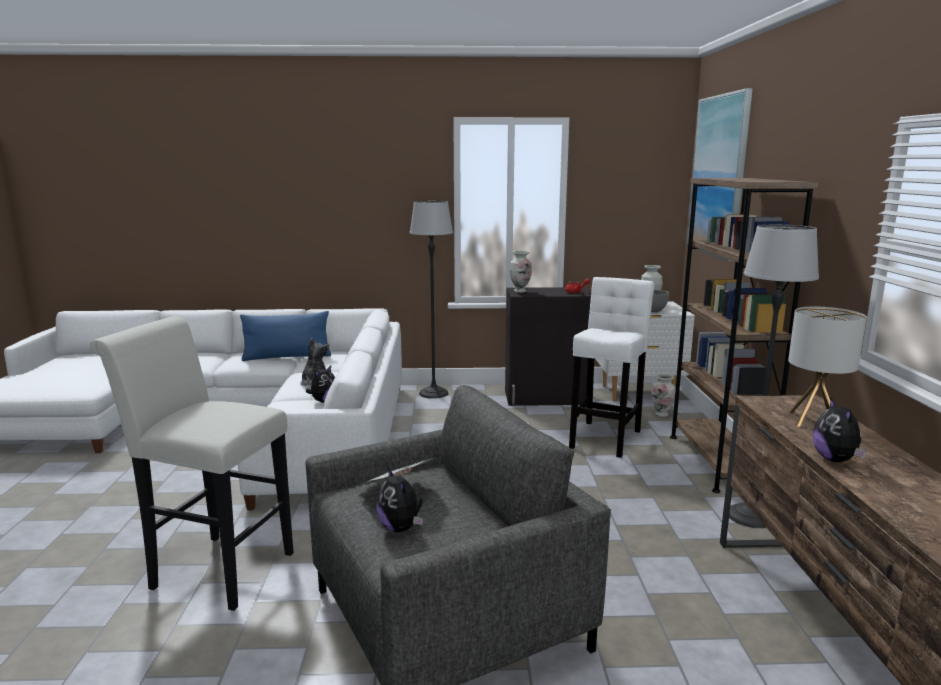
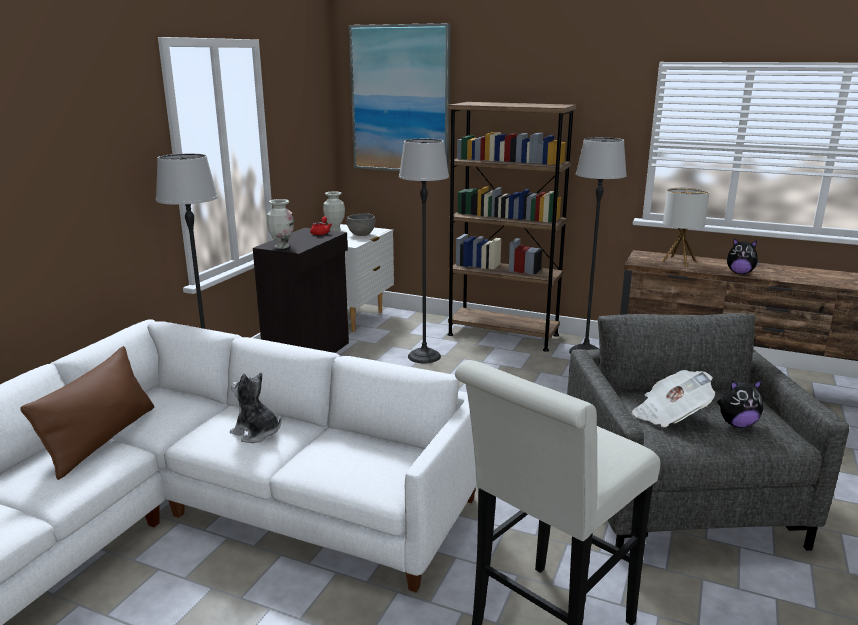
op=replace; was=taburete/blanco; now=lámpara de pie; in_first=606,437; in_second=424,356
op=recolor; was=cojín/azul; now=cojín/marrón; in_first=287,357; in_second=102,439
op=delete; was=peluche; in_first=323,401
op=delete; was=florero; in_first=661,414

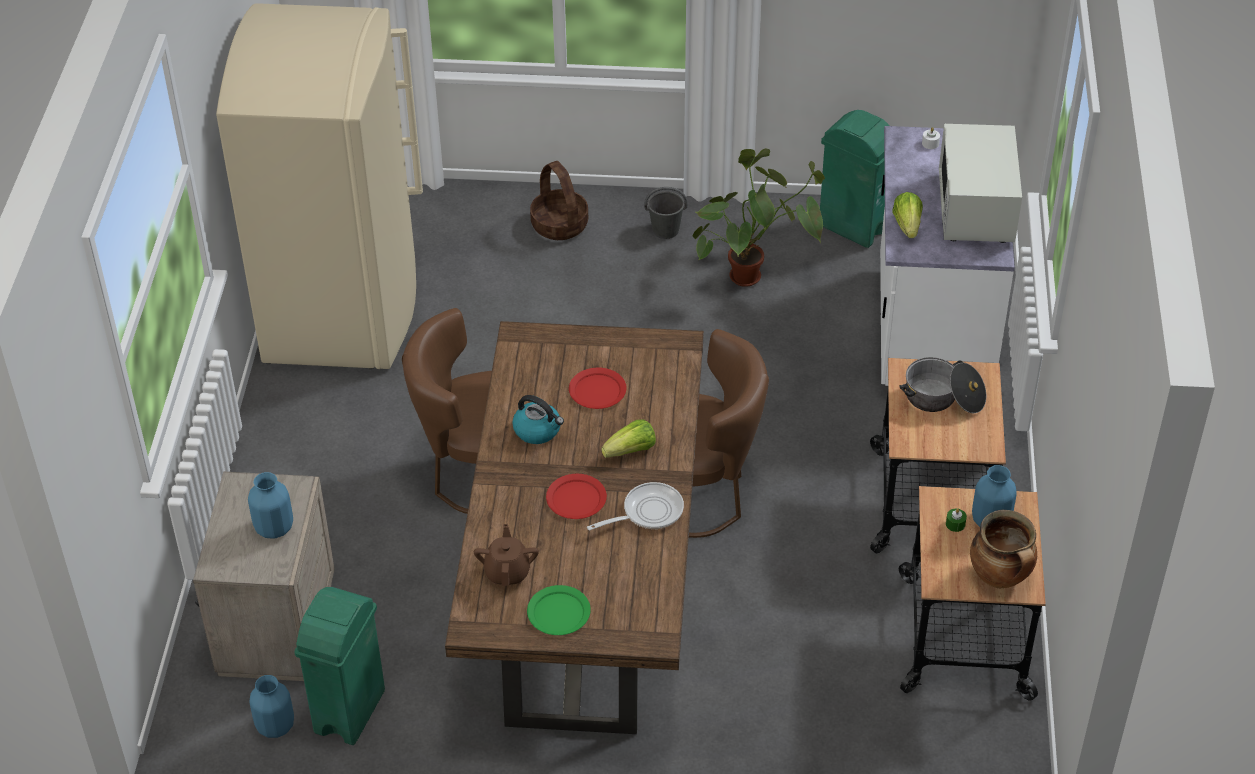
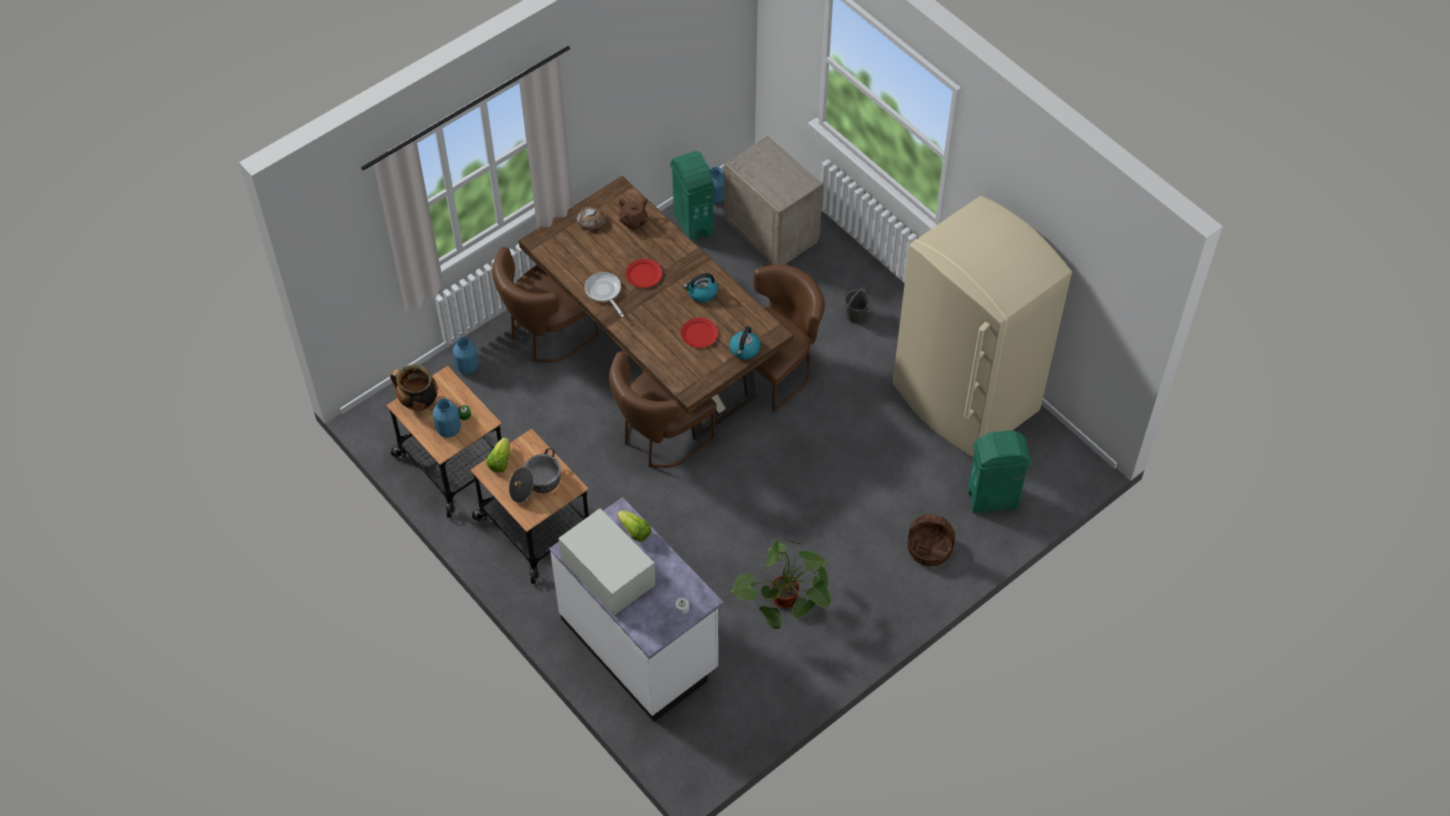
op=move; was=papelera/verde; in_first=852,227; in_second=993,499
op=move; was=cubo/gris; in_first=665,230; in_second=856,315
op=move; was=lechuga; in_first=631,451; in_second=500,461
op=move; was=florero/azul; in_first=273,528; in_second=467,366
op=rotate; was=sartén; in_first=648,512; in_second=604,292; clockwise=135
op=replace; was=plato/verde; now=pan; in_first=558,613; in_second=591,221
op=insert; now=silla/marrón; in_second=547,334
op=insert; now=hervidor; in_second=745,350

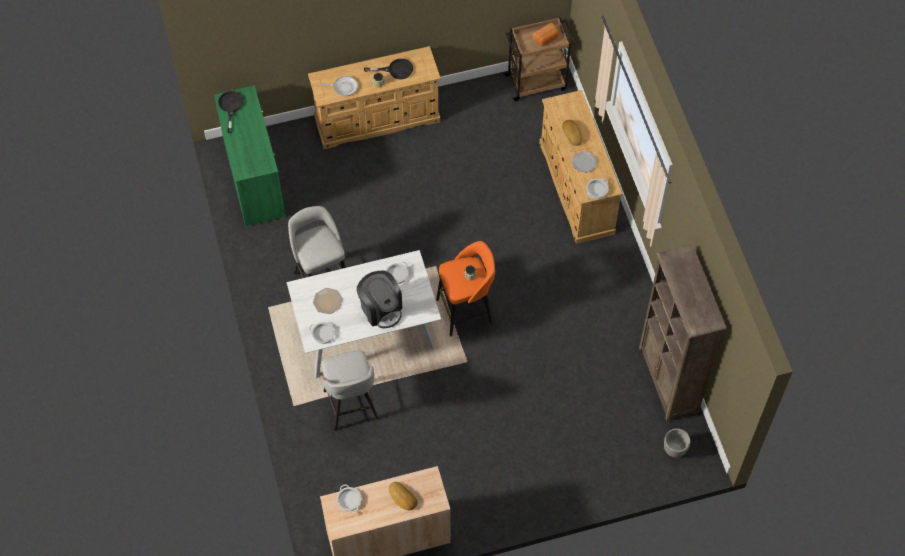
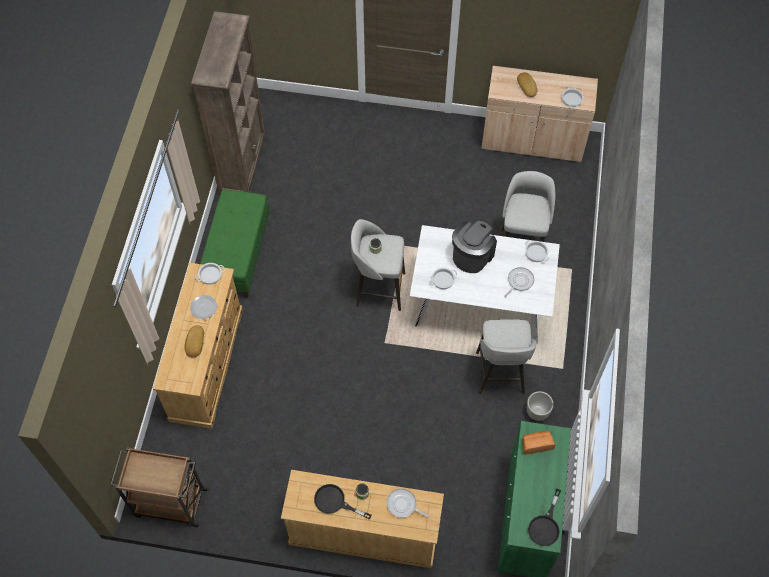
op=move; was=pan; in_first=546,39; in_second=536,444
op=recolor; was=taburete/naranja; now=taburete/gris; in_first=466,311; in_second=378,289
op=rotate; was=cafetera; in_first=381,308; in_second=472,255; clockwise=45
op=replace; was=plato; now=sartén; in_first=328,301; in_second=519,281
op=move; was=maceta/gris; in_first=674,449; in_second=537,412
op=insert; now=banco/verde; in_second=238,255

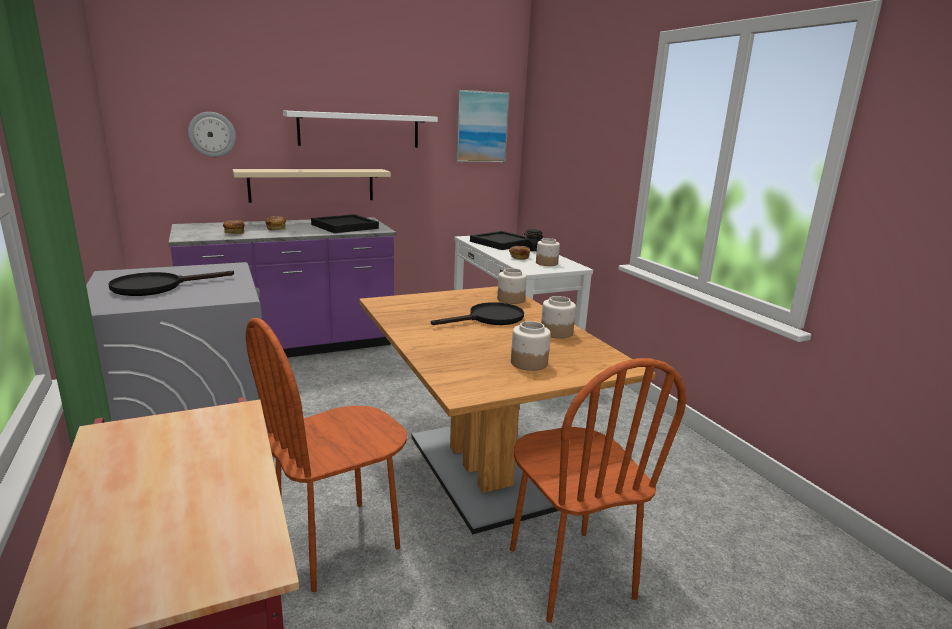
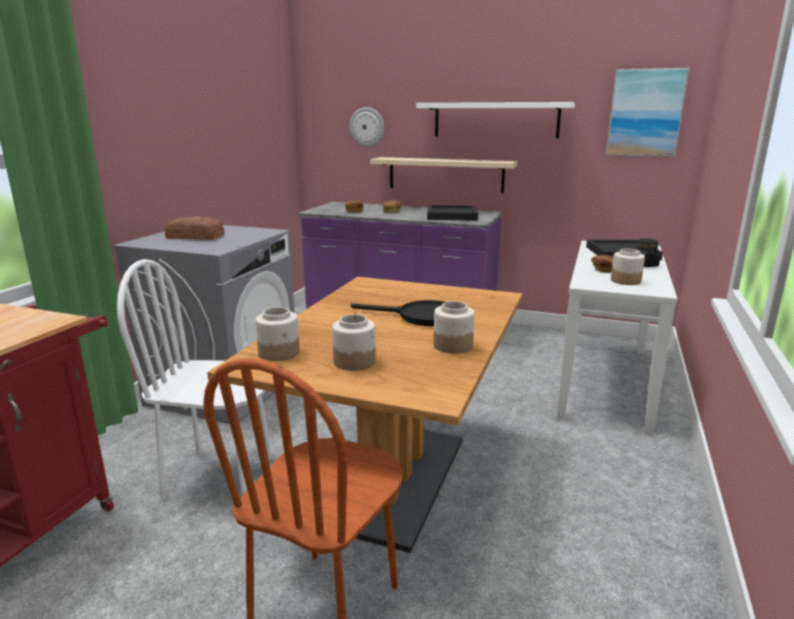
op=move; was=tarro; in_first=511,299; in_second=279,353
op=replace; was=sartén/negro; now=pan; in_first=157,287; in_second=195,236
op=recolor; was=silla/marrón; now=silla/blanco; in_first=338,542; in_second=219,476

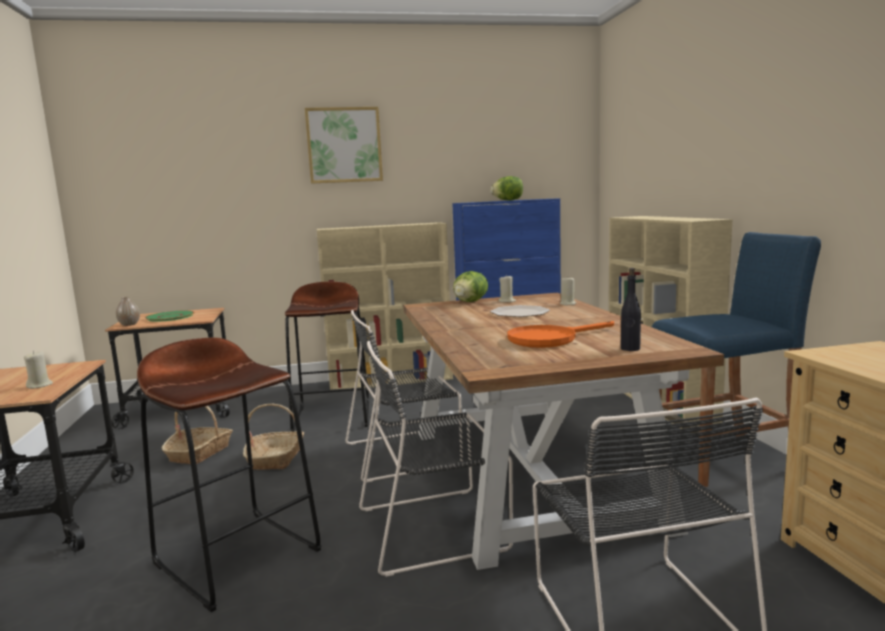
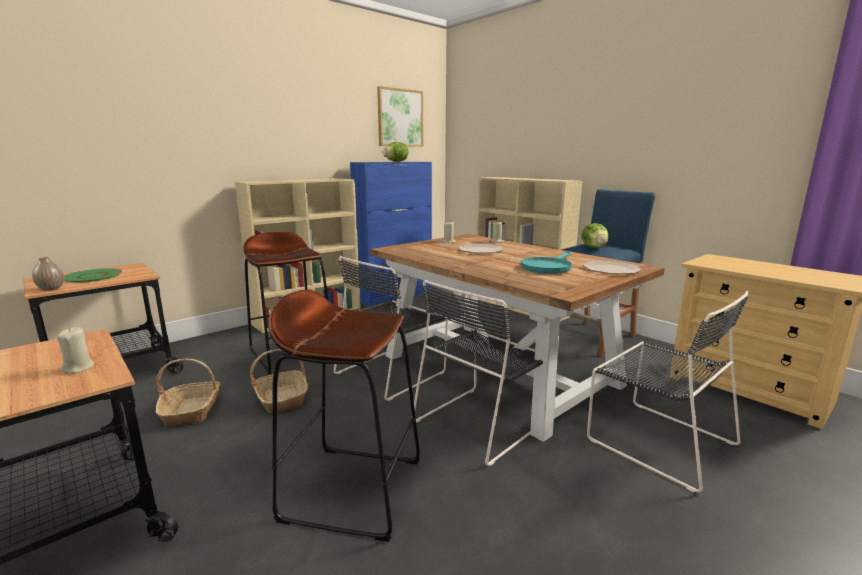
op=move; was=cuadro; in_first=344,145; in_second=400,118
op=replace; was=botella/negro; now=plato; in_first=630,349; in_second=611,269
op=move; was=lechuga; in_first=470,302; in_second=594,248
op=recolor; was=sartén/naranja; now=sartén/turquesa; in_first=550,339; in_second=548,267

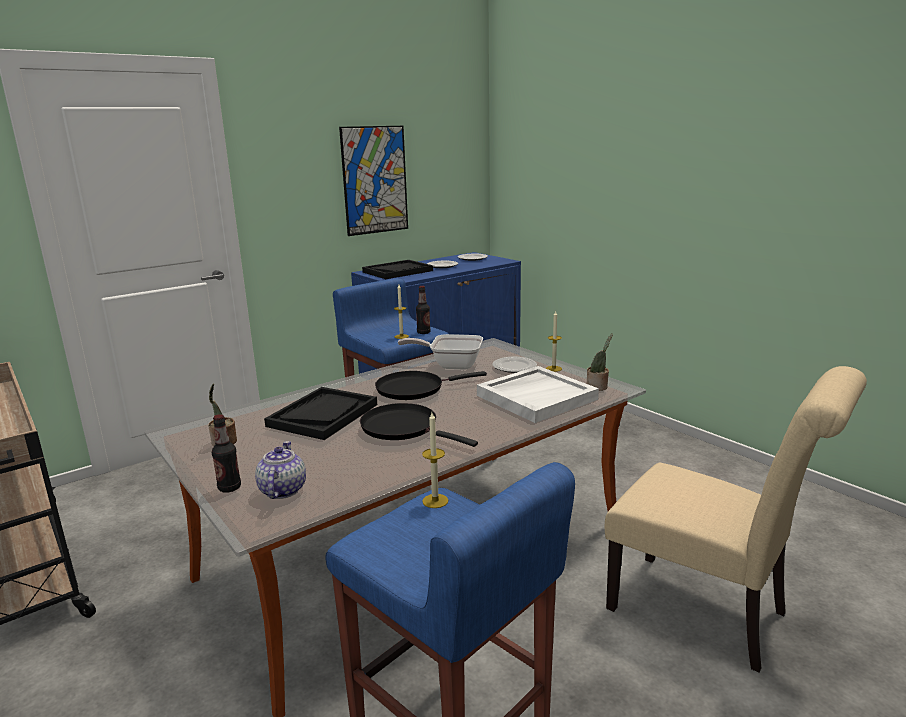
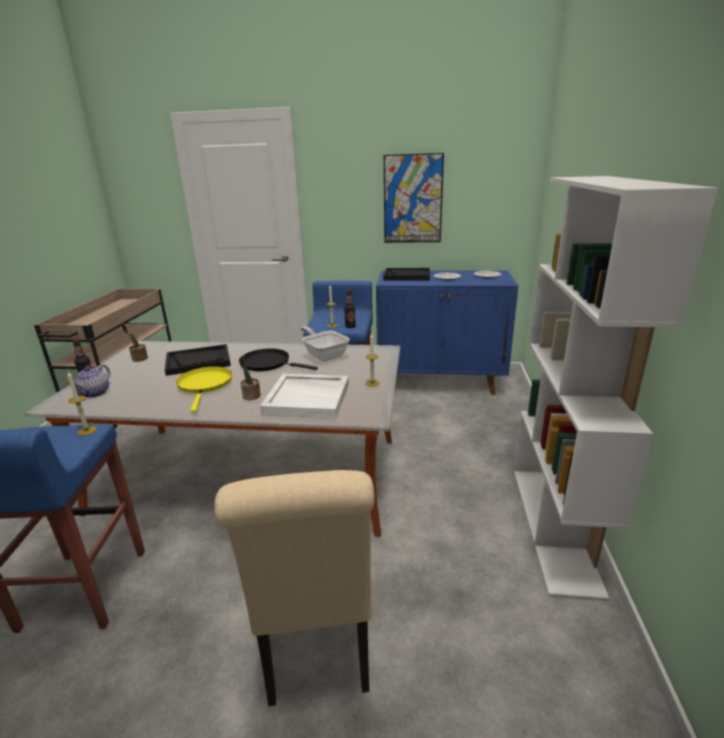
op=move; was=planta en maceta; in_first=598,387; in_second=251,396
op=delete; was=plato; in_first=514,367
op=recolor; was=sartén/negro; now=sartén/amarillo; in_first=404,428; in_second=205,385
op=rotate; was=tetera; in_first=282,490; in_second=95,393; clockwise=150
op=insert; now=estantería/blanco; in_second=554,525

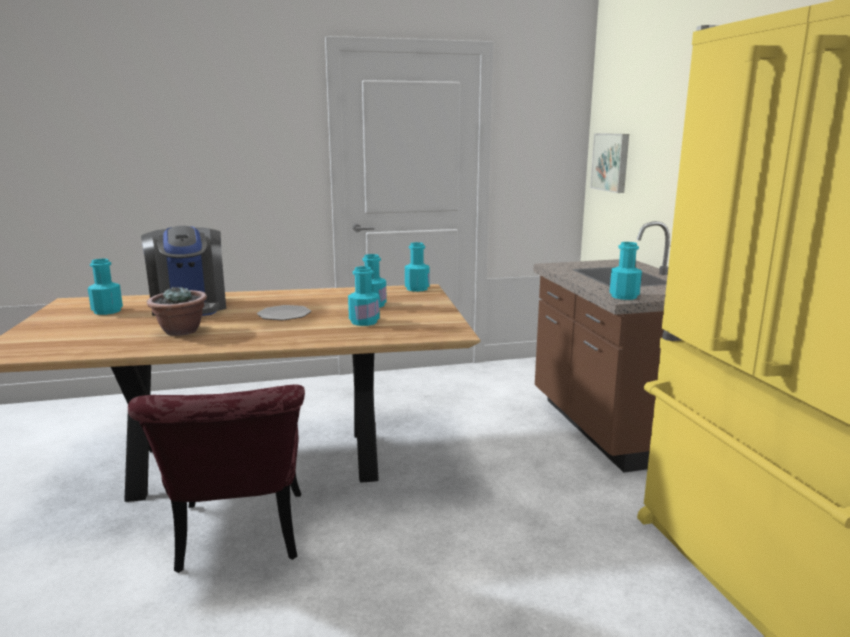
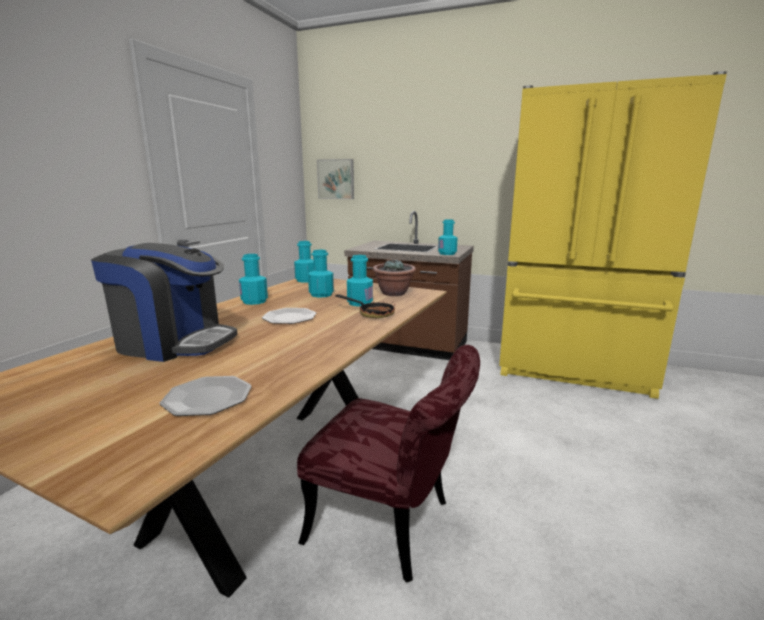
op=move; was=botella/turquesa; in_first=107,311; in_second=254,301
op=move; was=planta en maceta; in_first=180,331; in_second=394,293
op=insert; now=sartén; in_second=371,313
op=insert; now=plato; in_second=207,398

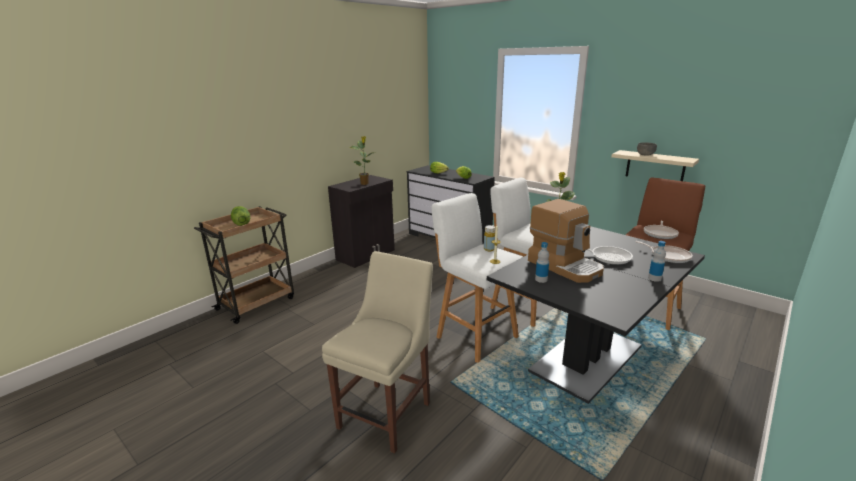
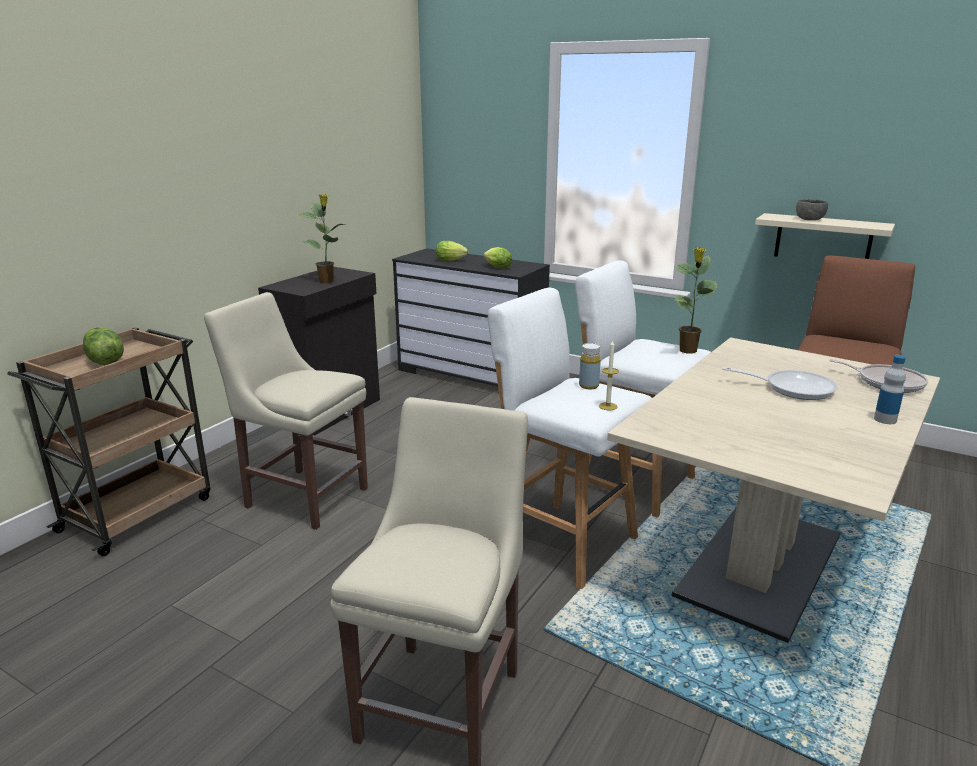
op=delete; was=cafetera; in_first=565,266
op=delete; was=sartén; in_first=660,234
op=recolor; was=mesa de comedor/negro; now=mesa de comedor/beis; in_first=586,359; in_second=760,566
op=delete; was=botella; in_first=541,279
op=insert; now=silla/beis; in_second=302,496

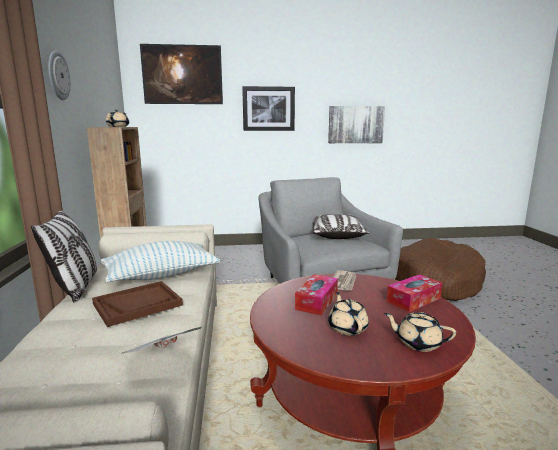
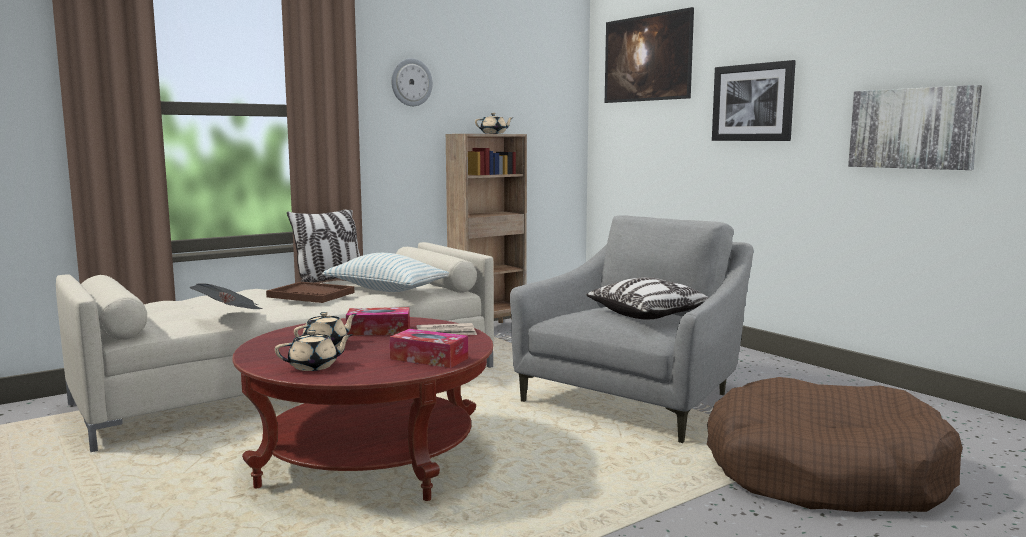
op=rotate; was=tetera/beis; in_first=417,343; in_second=314,366; clockwise=75

